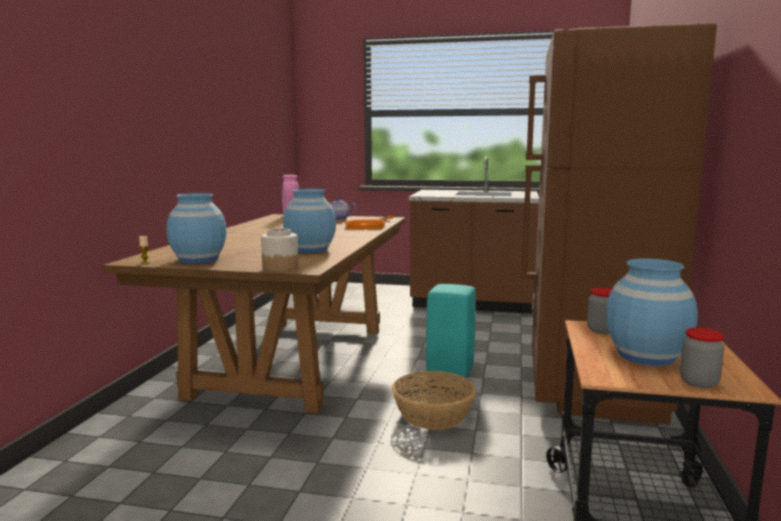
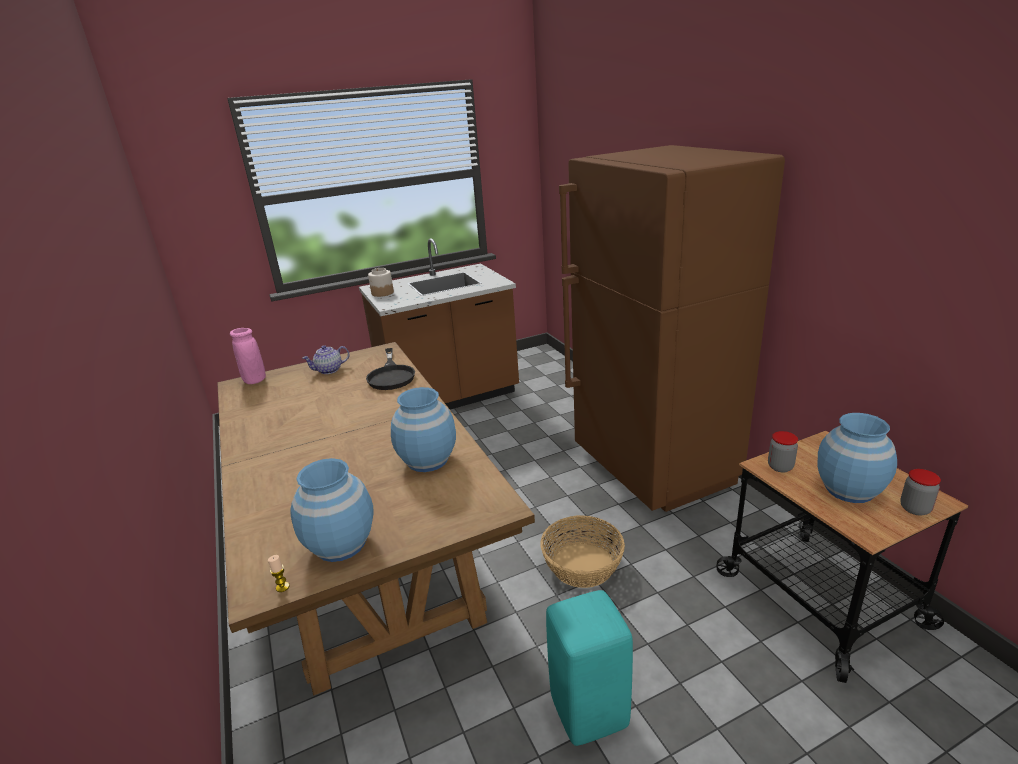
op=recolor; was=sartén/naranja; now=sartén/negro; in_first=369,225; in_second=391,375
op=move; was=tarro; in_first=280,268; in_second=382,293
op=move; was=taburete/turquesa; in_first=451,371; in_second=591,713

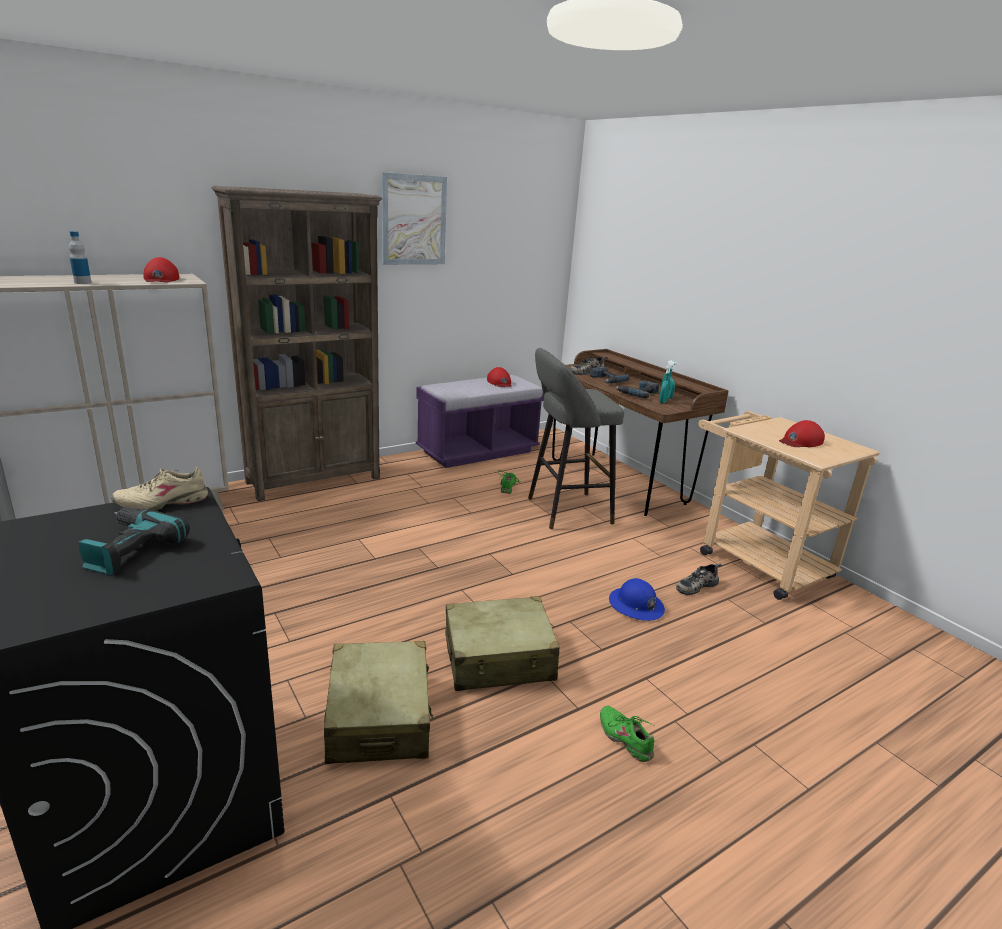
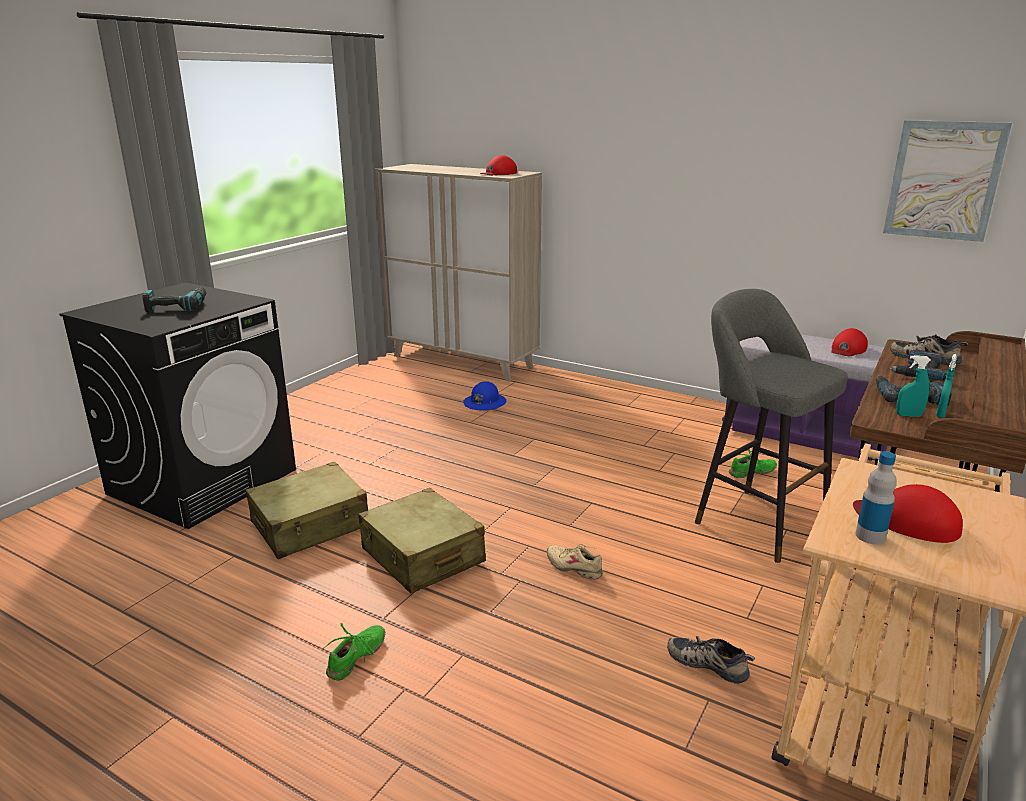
op=move; was=cuadro; in_first=413,220; in_second=944,180
op=delete; was=estantería/marrón; in_first=315,480
op=move; was=botella; in_first=83,283; in_second=870,536
op=move; was=zapato/beis; in_first=162,503; in_second=574,567
op=move; was=casco/azul; in_first=636,605; in_second=484,403

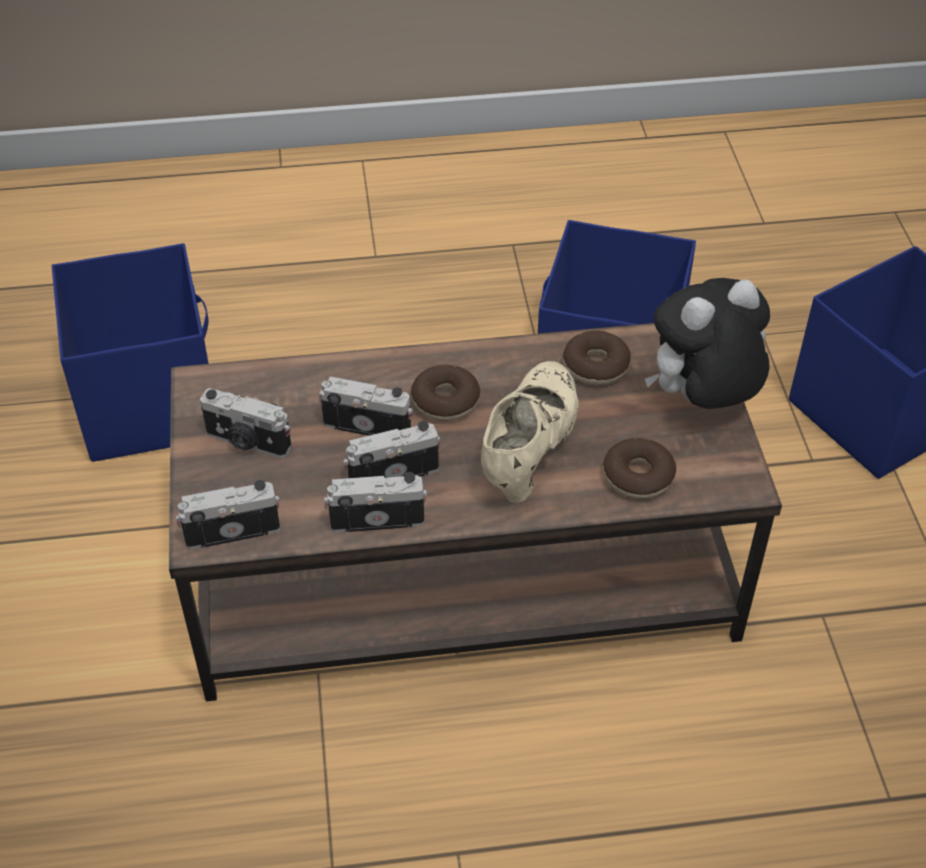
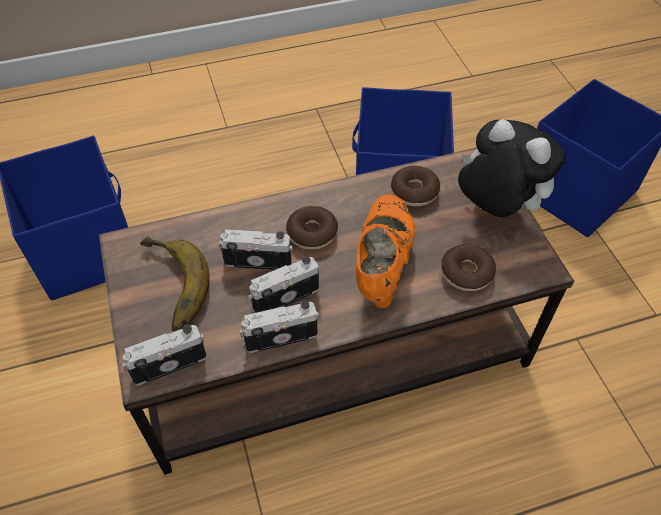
op=rotate; was=peluche; in_first=701,402; in_second=495,209; clockwise=75
op=recolor; was=zapato/beis; now=zapato/naranja; in_first=529,450; in_second=382,263
op=replace; was=cámara; now=plátano; in_first=247,442; in_second=168,287

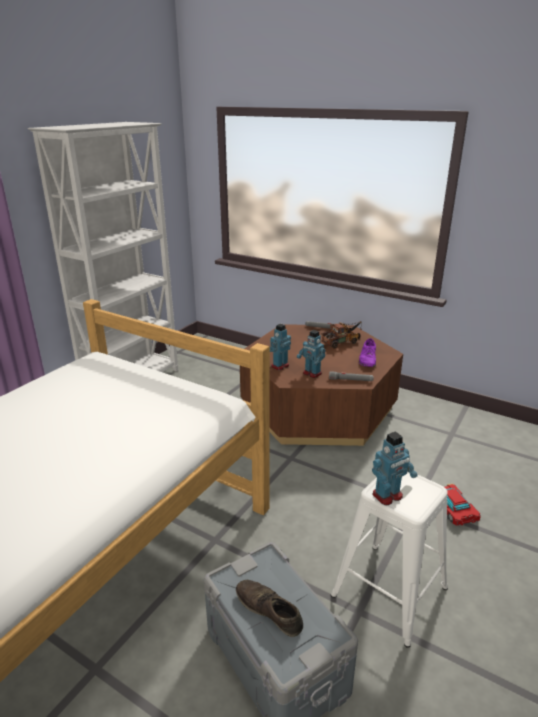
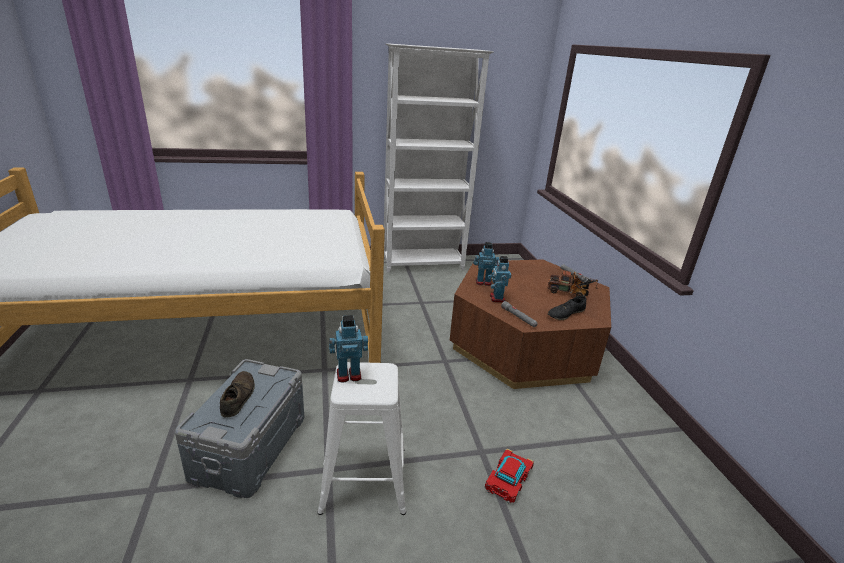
op=recolor; was=zapato/morado; now=zapato/negro; in_first=368,359; in_second=565,313
op=rotate; was=robot de juguete; in_first=388,496; in_second=348,374; clockwise=150

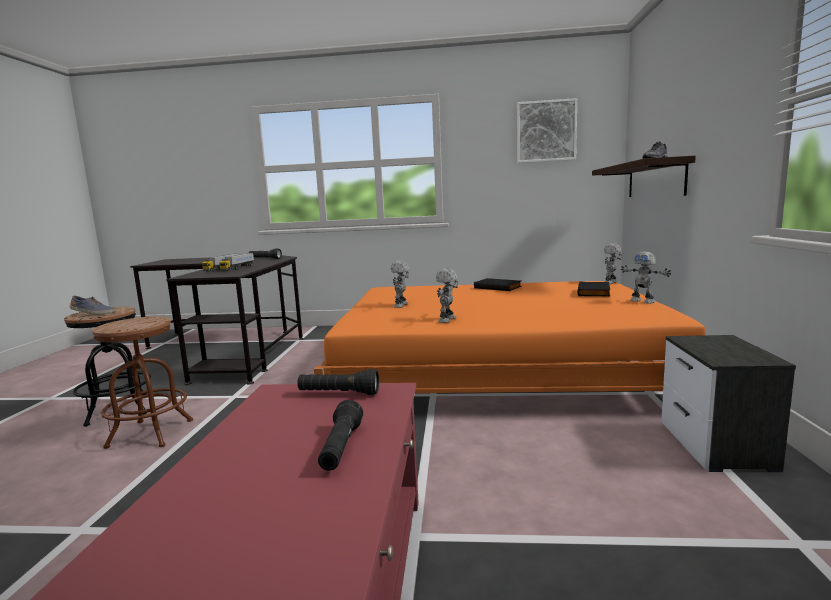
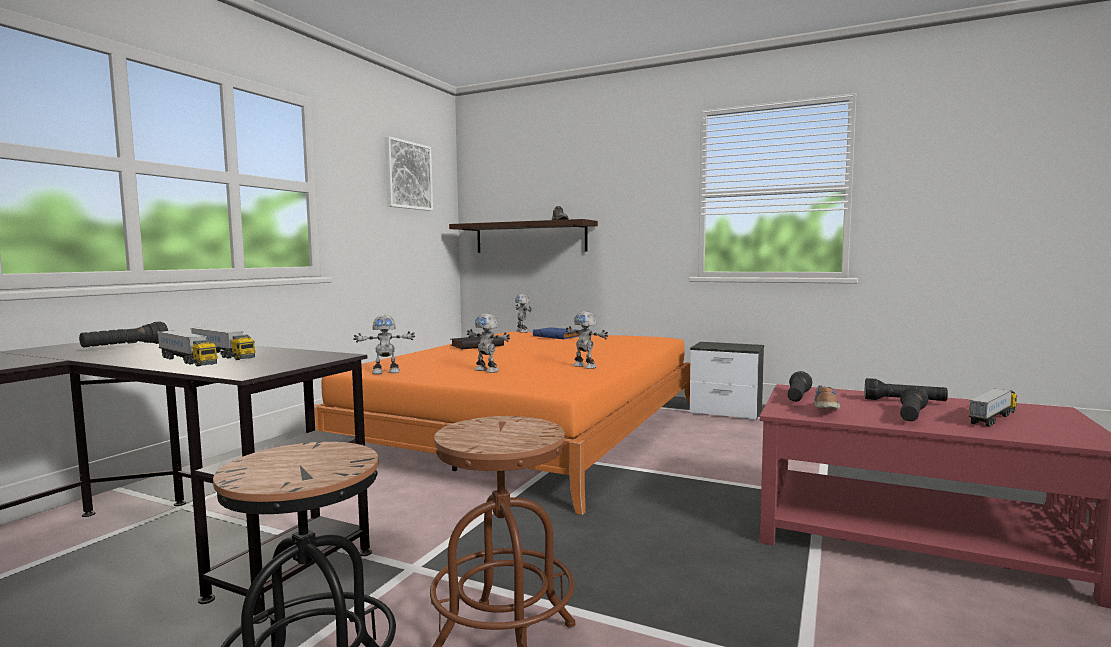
op=move; was=robot de juguete; in_first=643,301; in_second=386,372
op=recolor; was=libro/negro; now=libro/azul; in_first=595,292; in_second=557,336
op=move; was=zapato; in_first=93,314; in_second=826,411
op=insert; now=linterna/negro; in_second=911,417
op=insert; now=camión de juguete; in_second=993,418

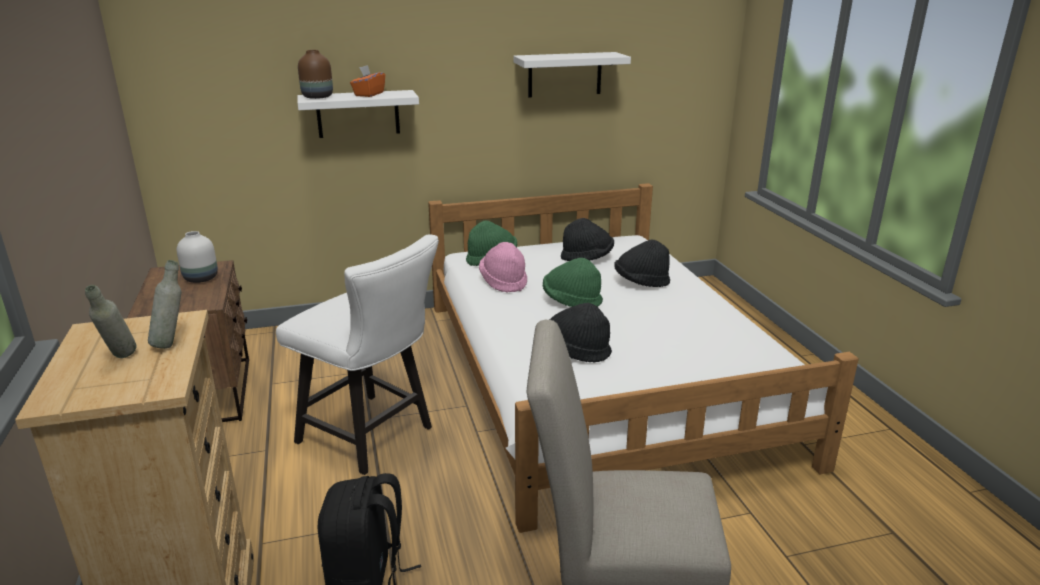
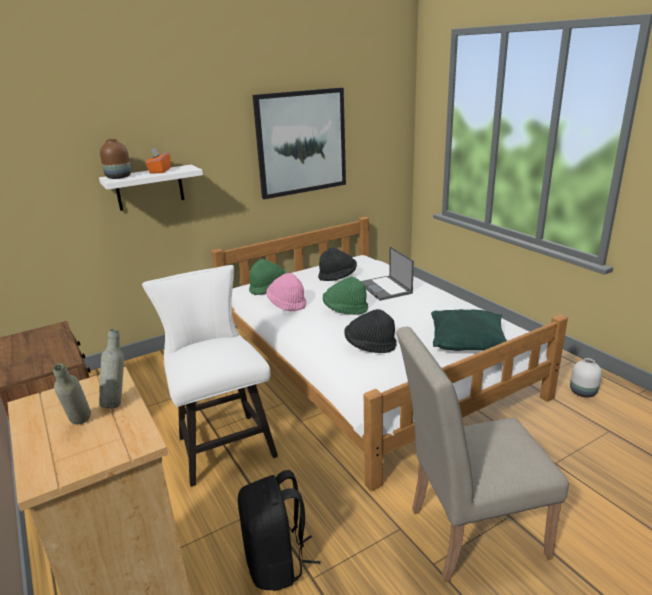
op=replace; was=estante/blanco; now=cuadro; in_first=564,74; in_second=301,142
op=move; was=florero/blanco; in_first=201,279; in_second=583,392
op=rotate; was=silla/blanco; in_first=373,437; in_second=222,443; clockwise=-135
op=replace; was=sombrero/negro; now=portátil; in_first=641,282; in_second=385,288
op=insert; now=cojín/verde; in_second=467,341

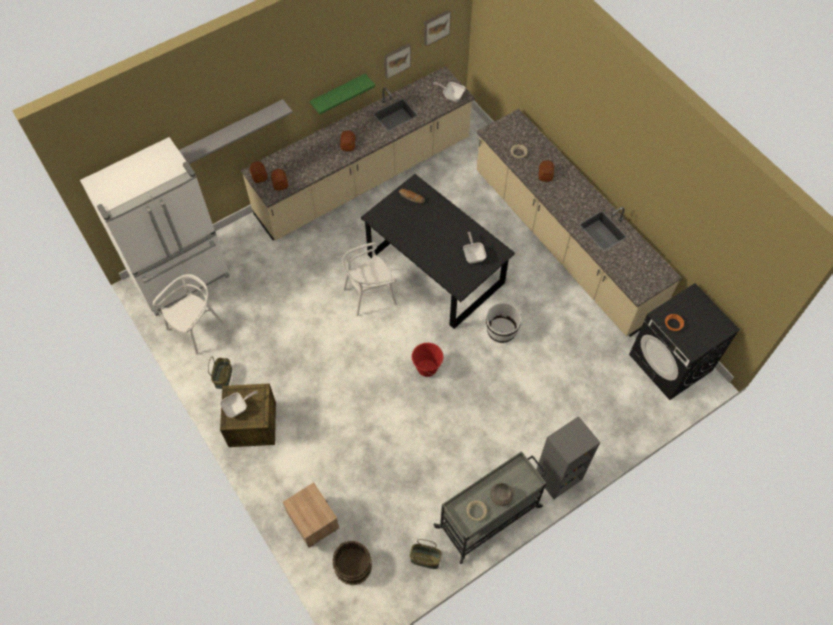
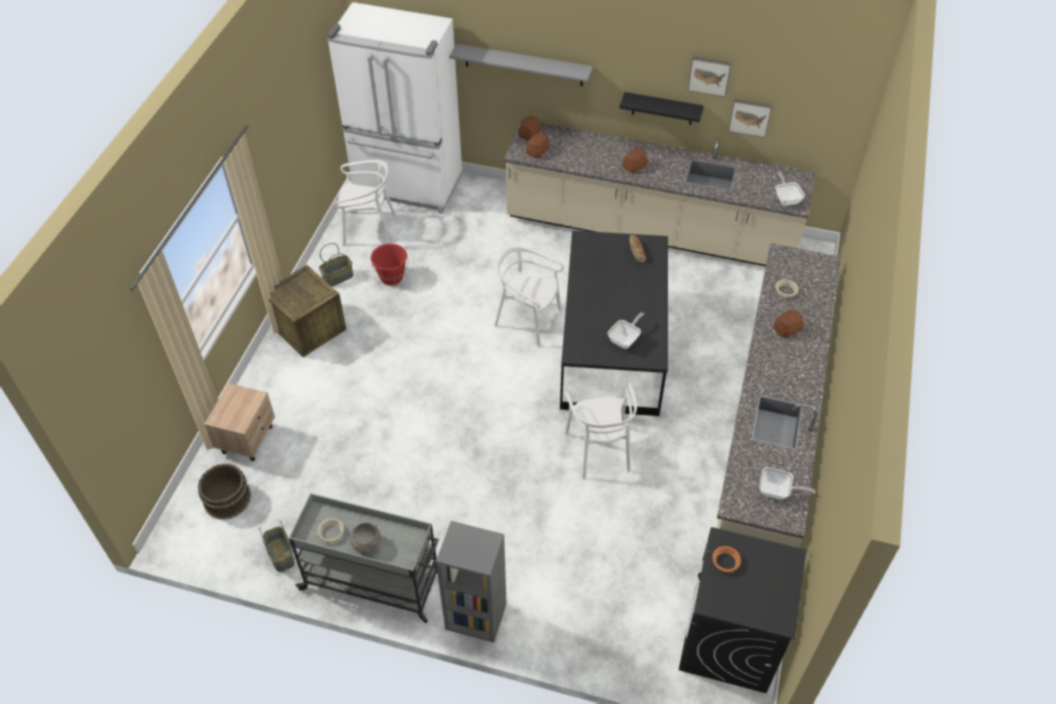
op=move; was=cuadro; in_first=436,27; in_second=709,75
op=recolor; was=estante/verde; now=estante/negro; in_first=338,94; in_second=662,108
op=replace; was=cubo/blanco; now=silla/blanco; in_first=501,330; in_second=599,450
op=move; was=cubo/rojo; in_first=427,368; in_second=391,277
op=move; was=sartén; in_first=238,408; in_second=777,491

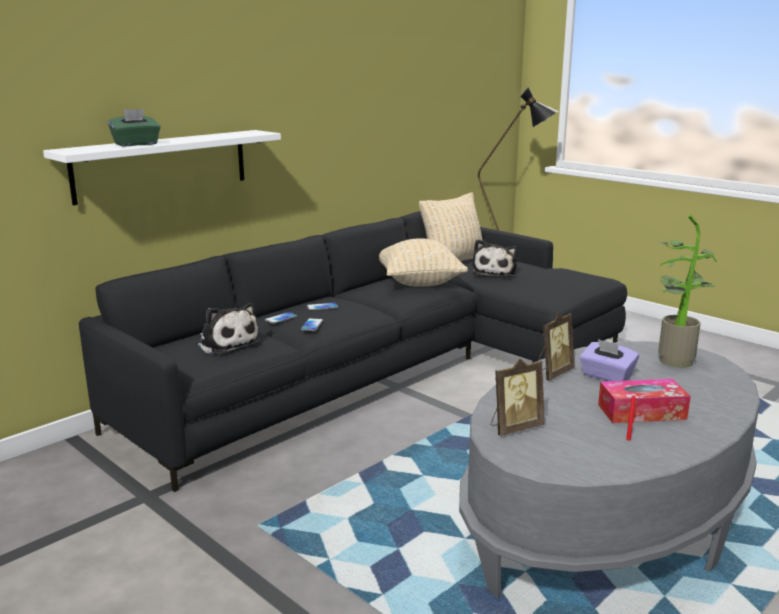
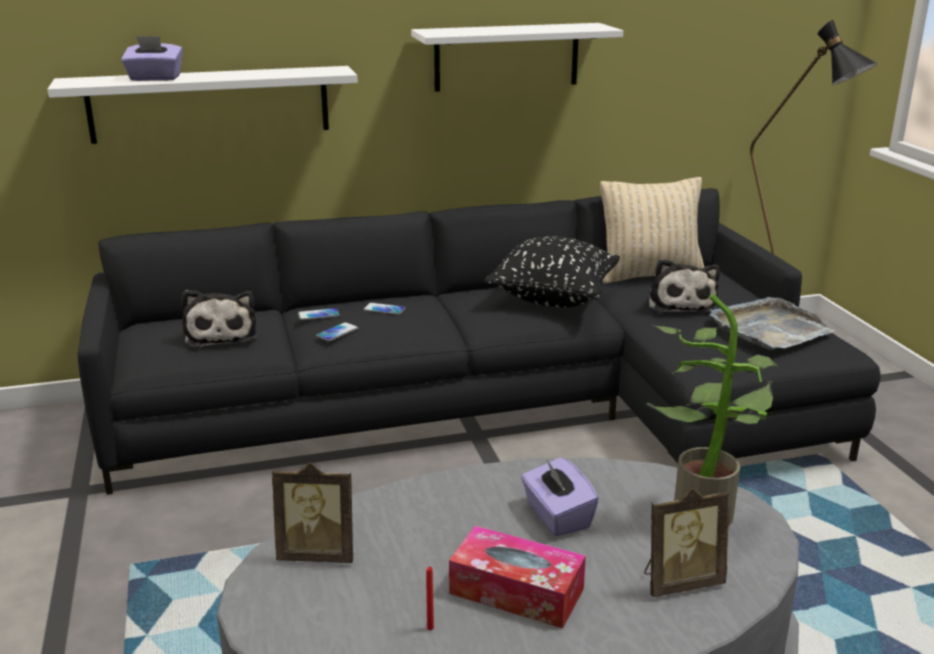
op=recolor; was=caja de pañuelos/verde; now=caja de pañuelos/morado; in_first=136,144; in_second=155,78
op=recolor; was=cojín/beis; now=cojín/negro; in_first=419,282; in_second=553,298
op=rotate; was=peluche; in_first=495,272; in_second=680,303; clockwise=-45
op=move; was=portarretratos; in_first=552,373; in_second=680,582
op=insert; now=estante/blanco; in_second=506,57
op=insert; now=bandeja/gris; in_second=769,329

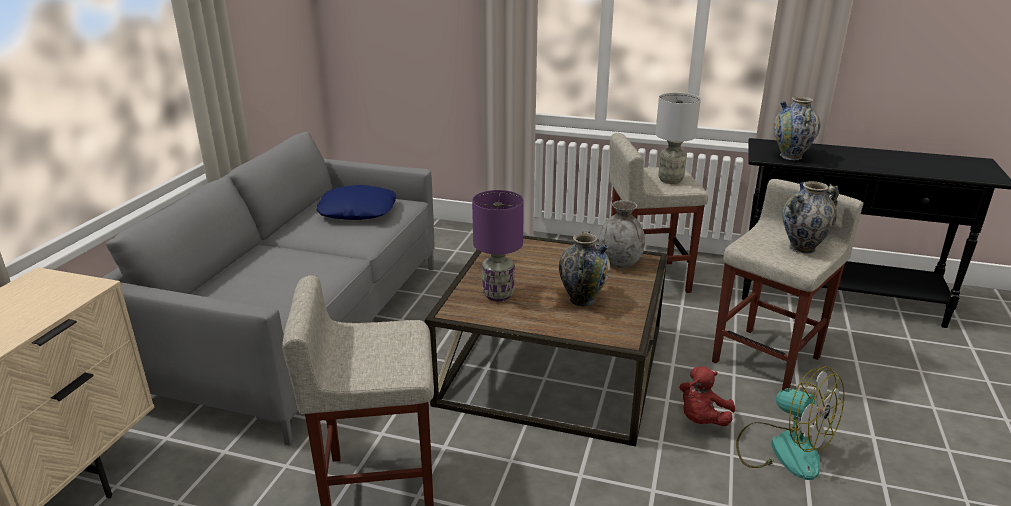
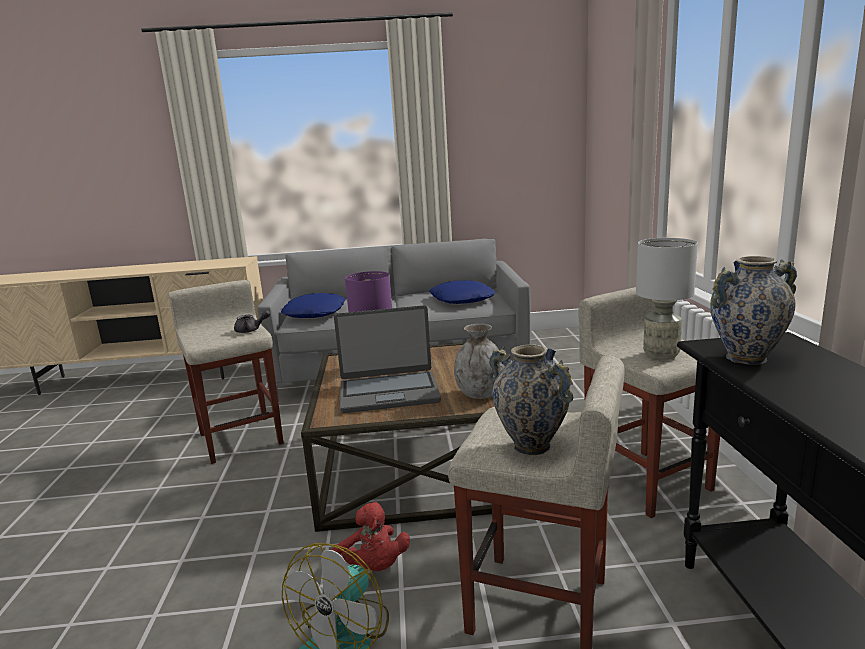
op=replace; was=florero; now=portátil; in_first=582,300; in_second=389,392
op=rotate; was=peluche/rojo; in_first=702,420; in_second=374,567; clockwise=-135
op=insert; now=cojín/azul; in_second=315,313
op=insert; now=tetera/gris; in_second=251,330

